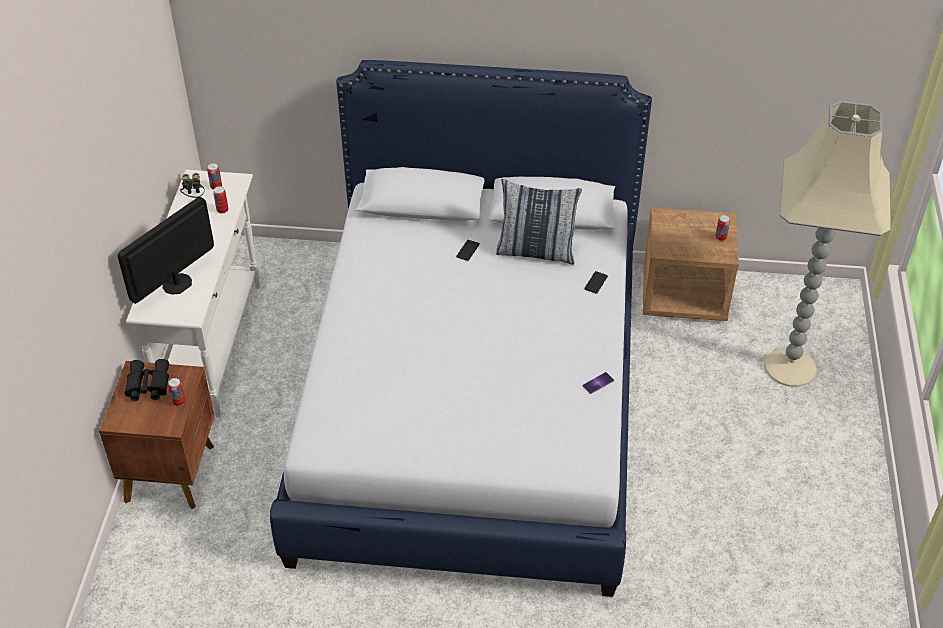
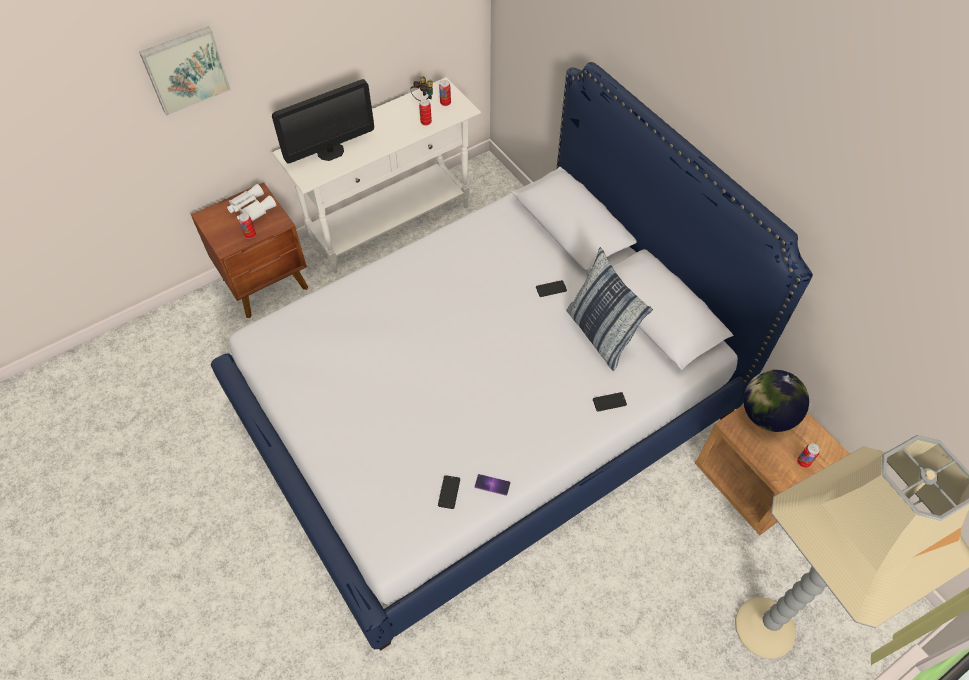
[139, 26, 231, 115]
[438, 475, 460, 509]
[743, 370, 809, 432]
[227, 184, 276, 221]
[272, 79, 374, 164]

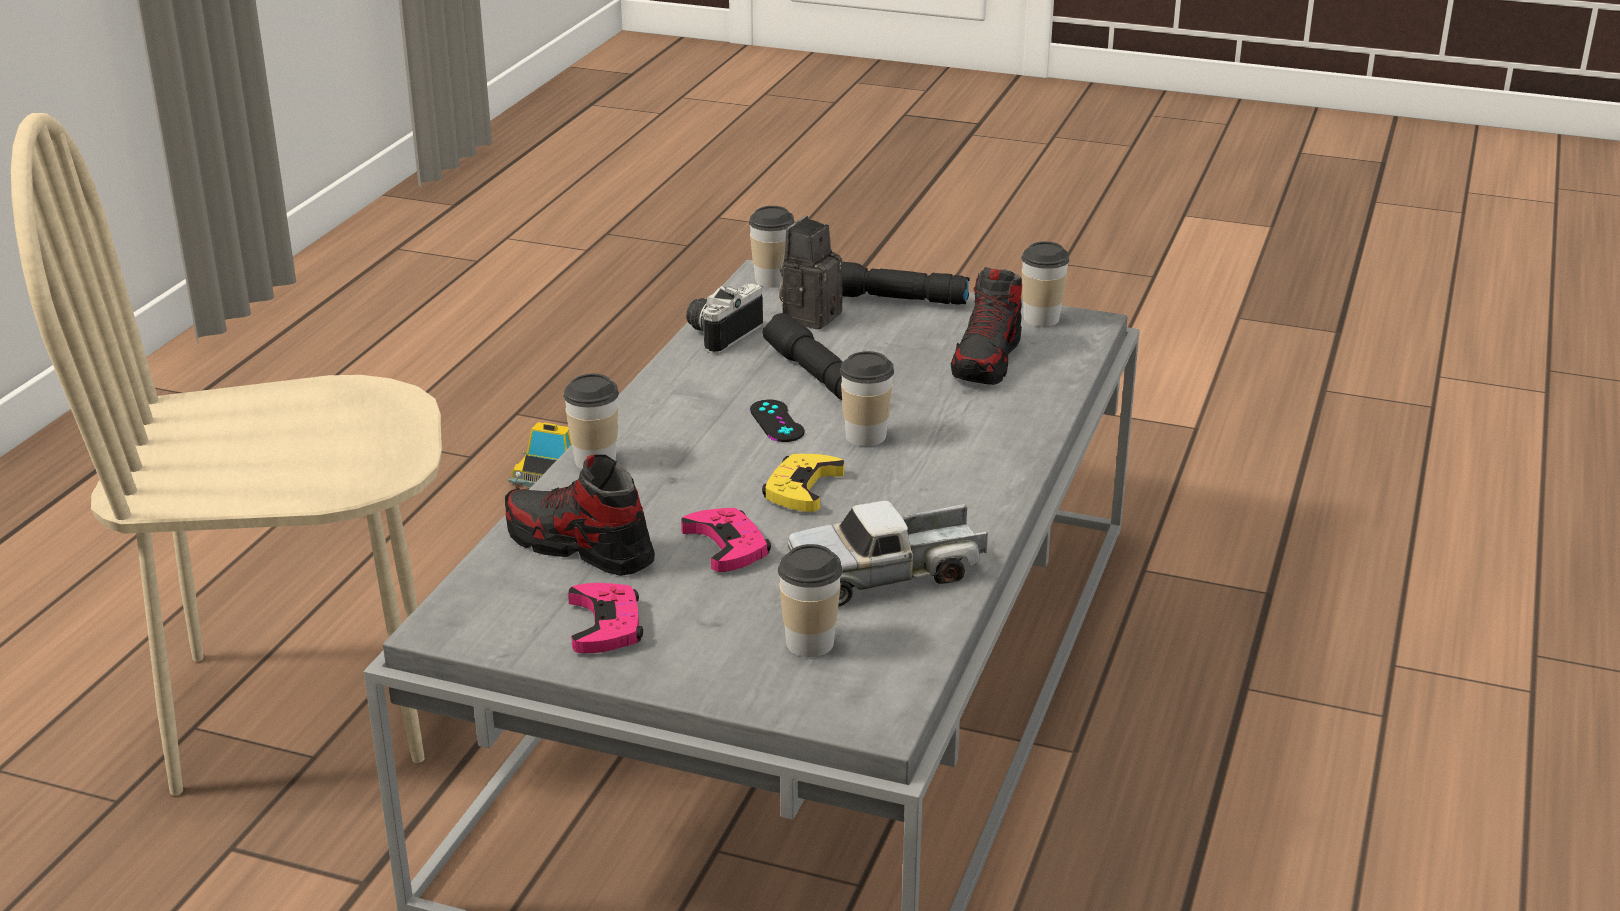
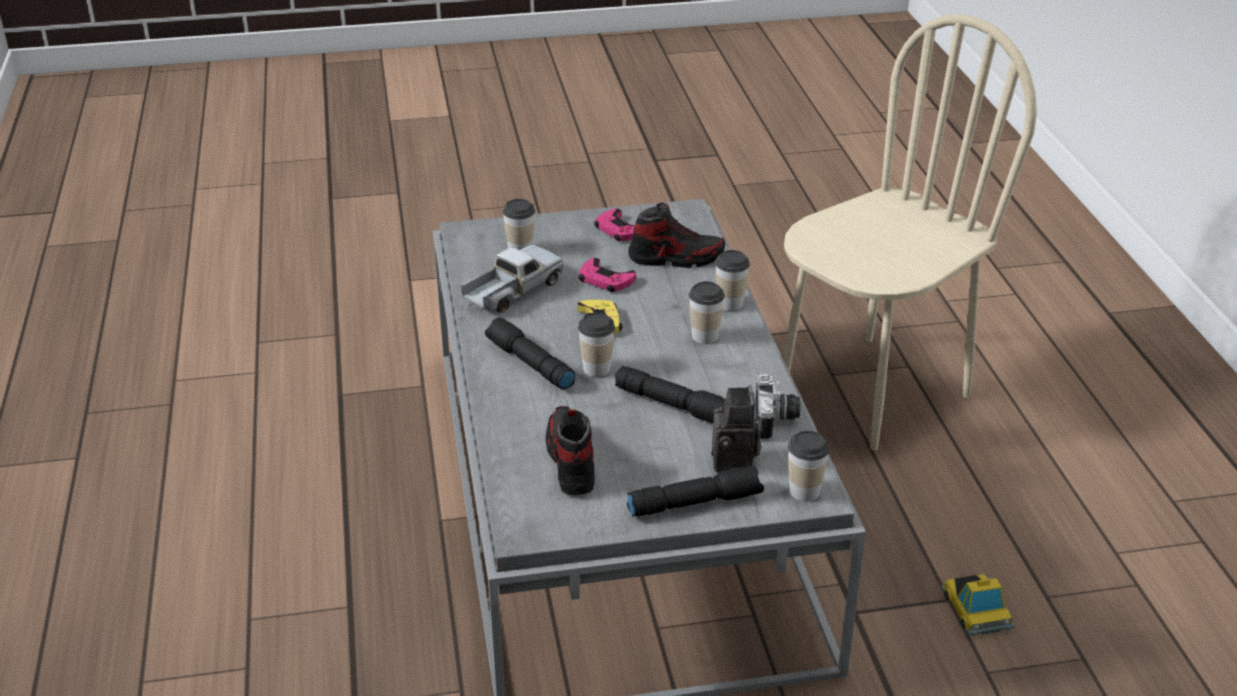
[750, 400, 804, 442] (first image)
[485, 318, 575, 390]
[689, 281, 725, 344]

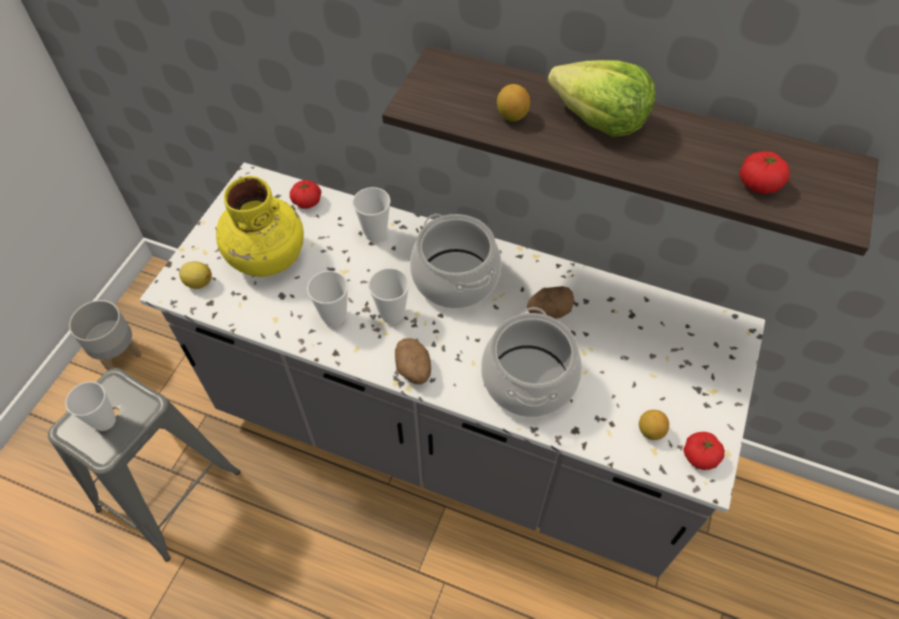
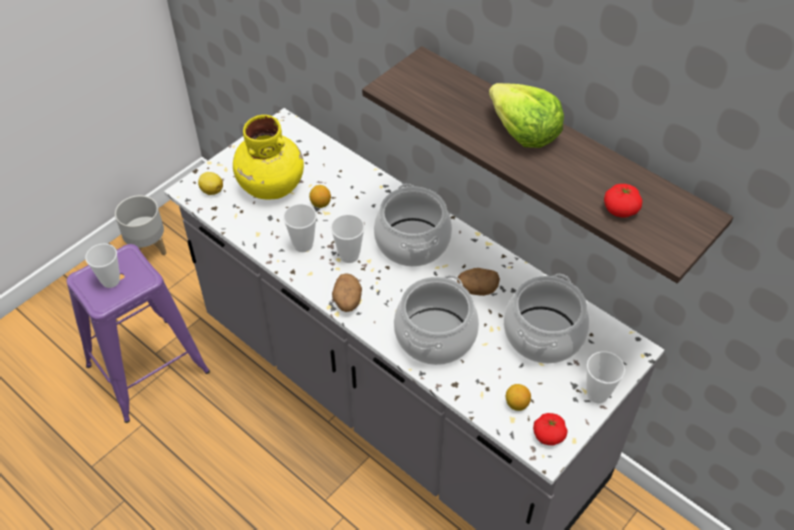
[290, 180, 321, 209] (first image)
[504, 274, 590, 364]
[586, 351, 625, 403]
[309, 185, 331, 208]
[67, 244, 210, 423]

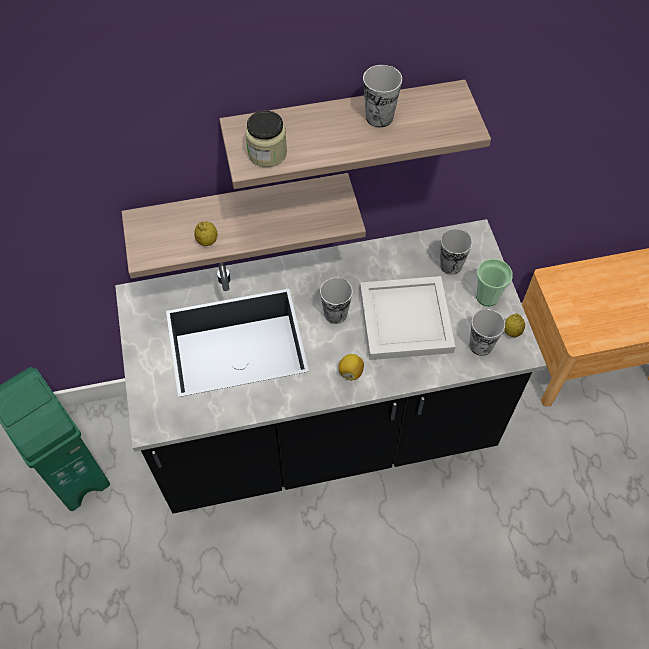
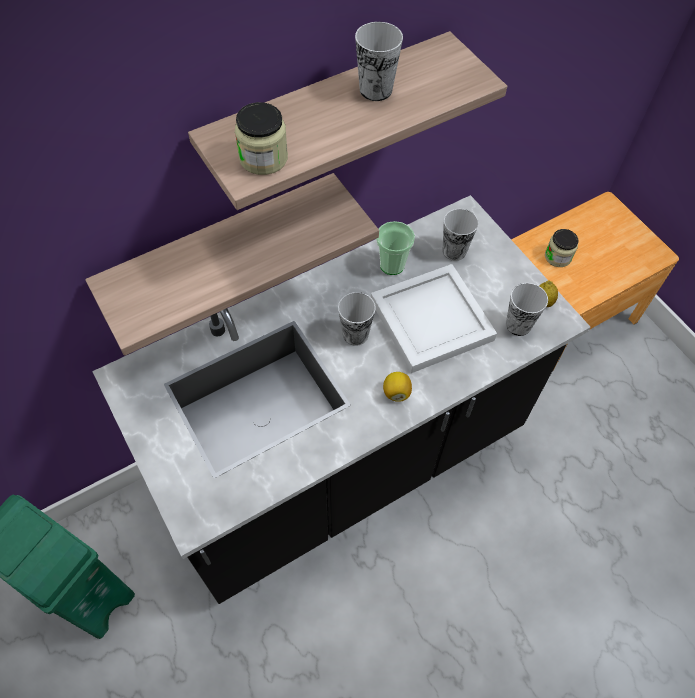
[194, 221, 218, 246] (first image)
[545, 229, 579, 267]
[376, 221, 415, 275]

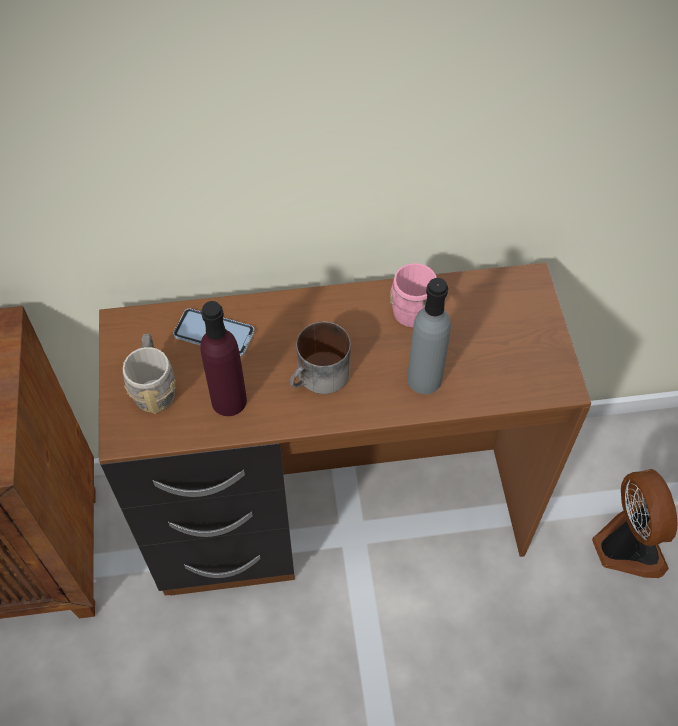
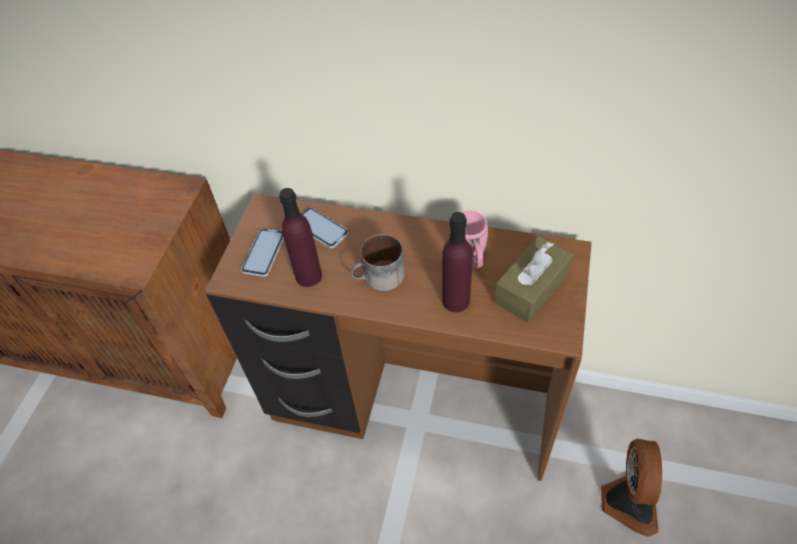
[494, 236, 573, 323]
[241, 228, 284, 277]
[442, 212, 472, 312]

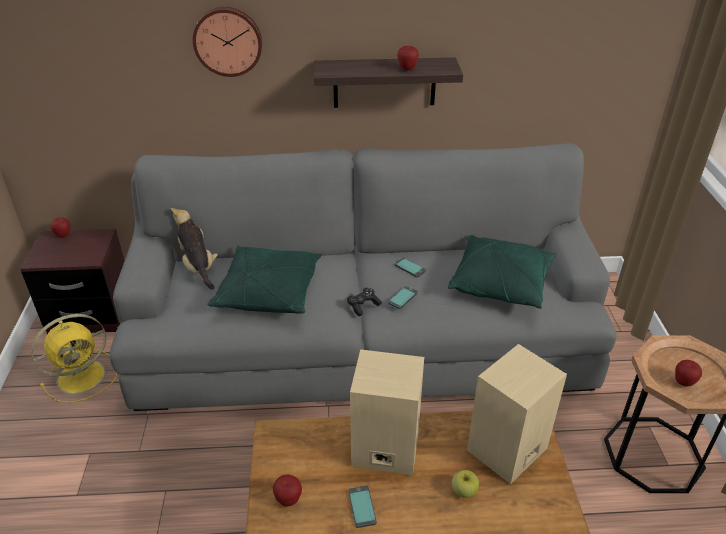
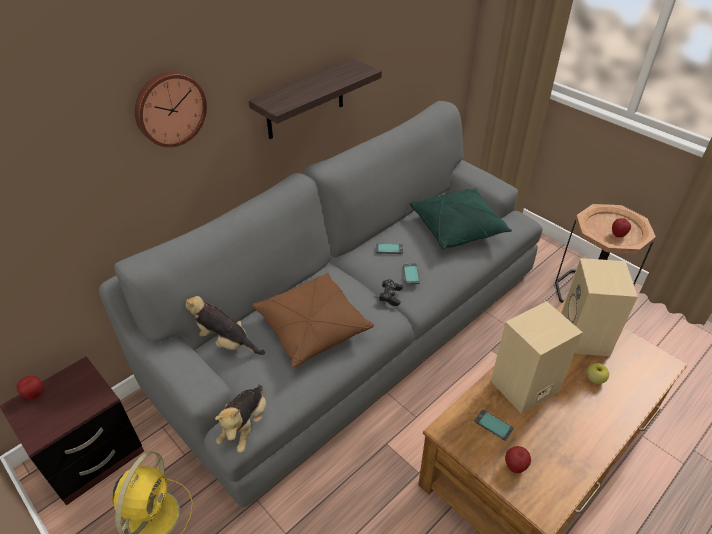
[397, 46, 419, 70] (first image)
[215, 385, 266, 453]
[474, 410, 514, 441]
[252, 273, 374, 368]

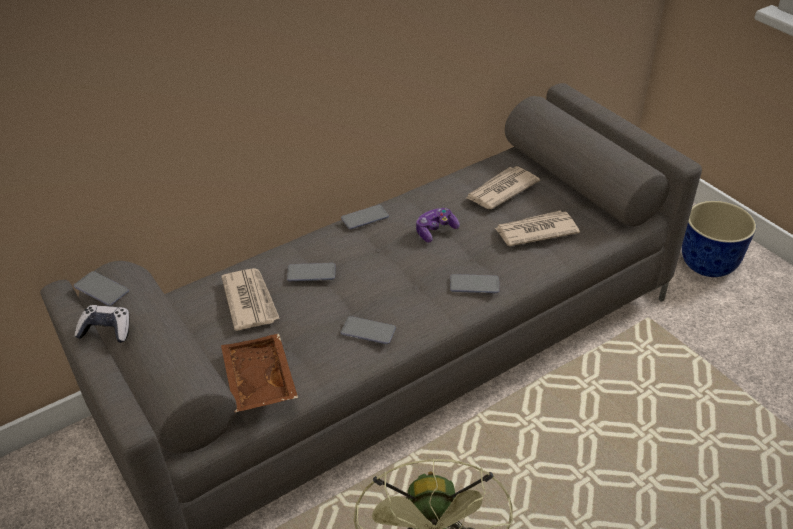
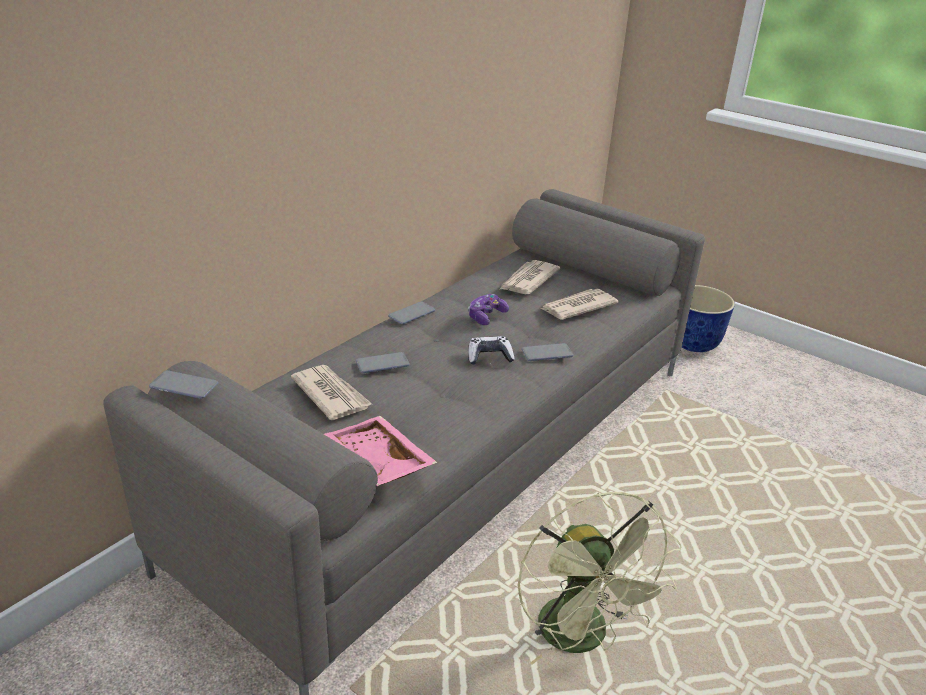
[340, 316, 396, 344] (first image)
[468, 336, 515, 365]
[324, 416, 438, 486]

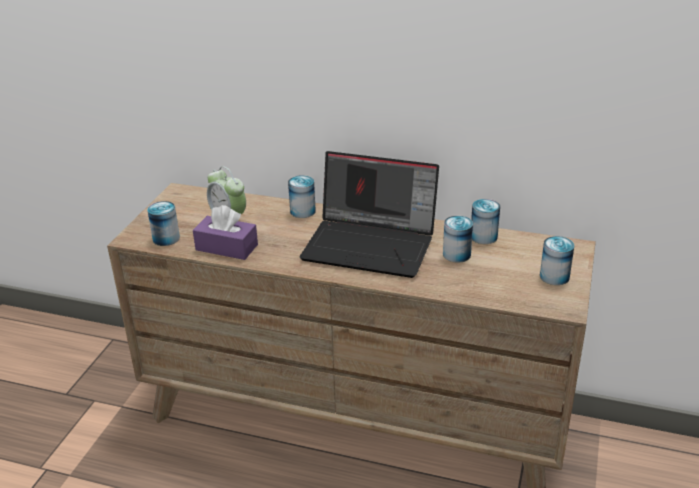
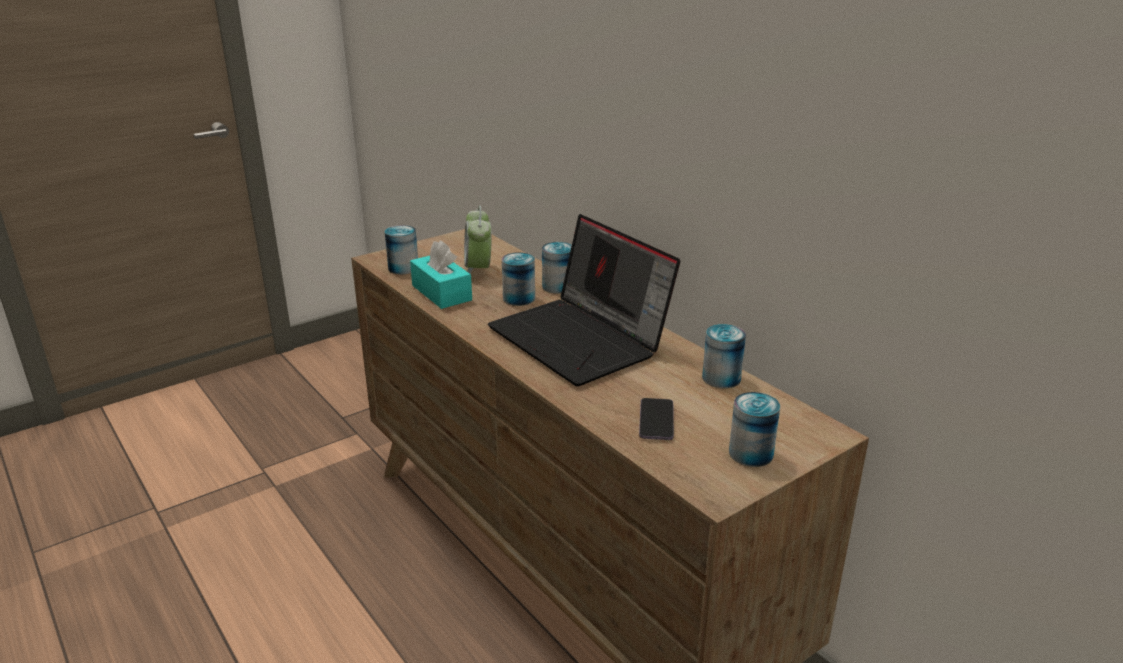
[639, 398, 674, 440]
[502, 252, 535, 306]
[410, 240, 472, 309]

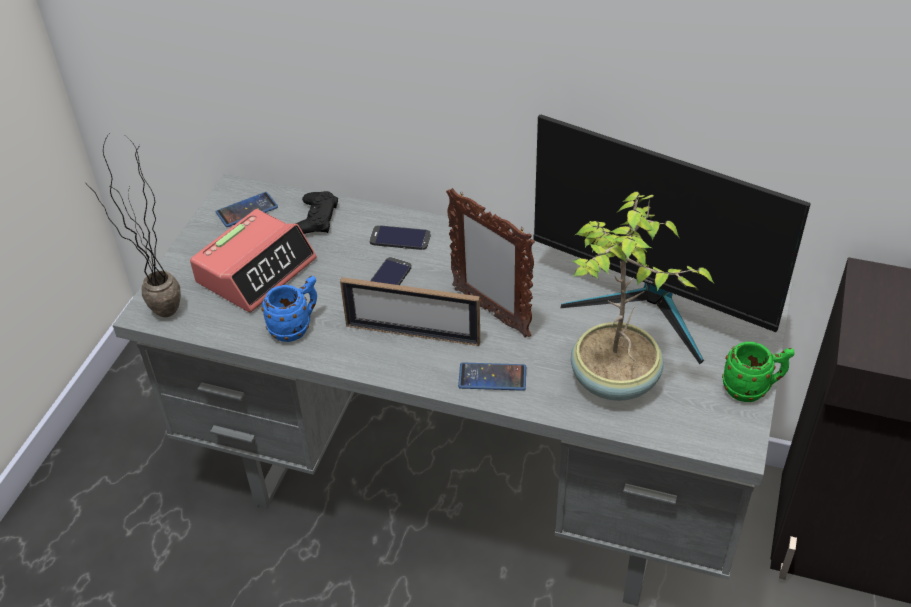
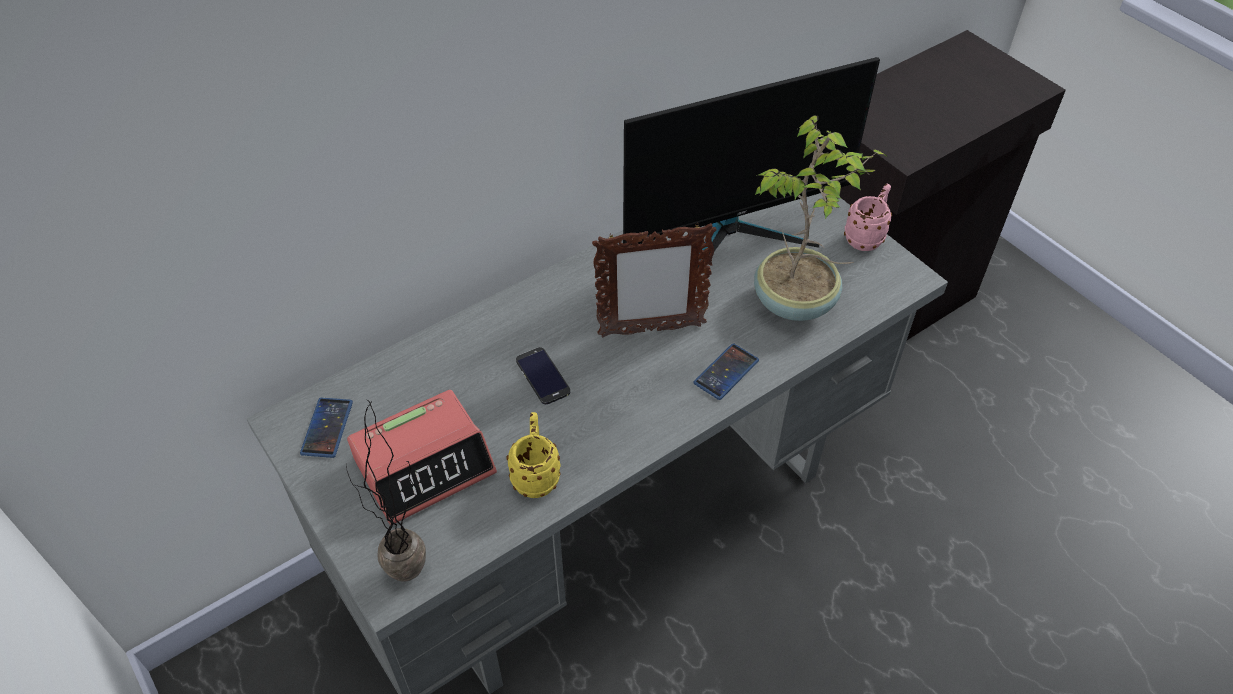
[296, 191, 338, 234] (first image)
[340, 277, 480, 346] (first image)
[369, 225, 431, 250] (first image)
[506, 412, 561, 498]
[844, 184, 892, 251]
[347, 390, 497, 525]

